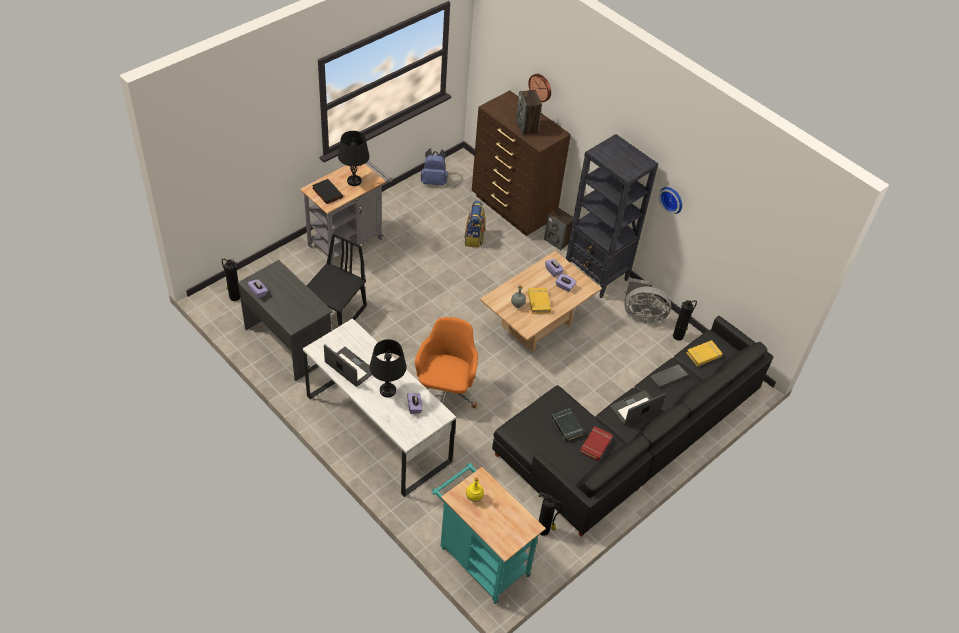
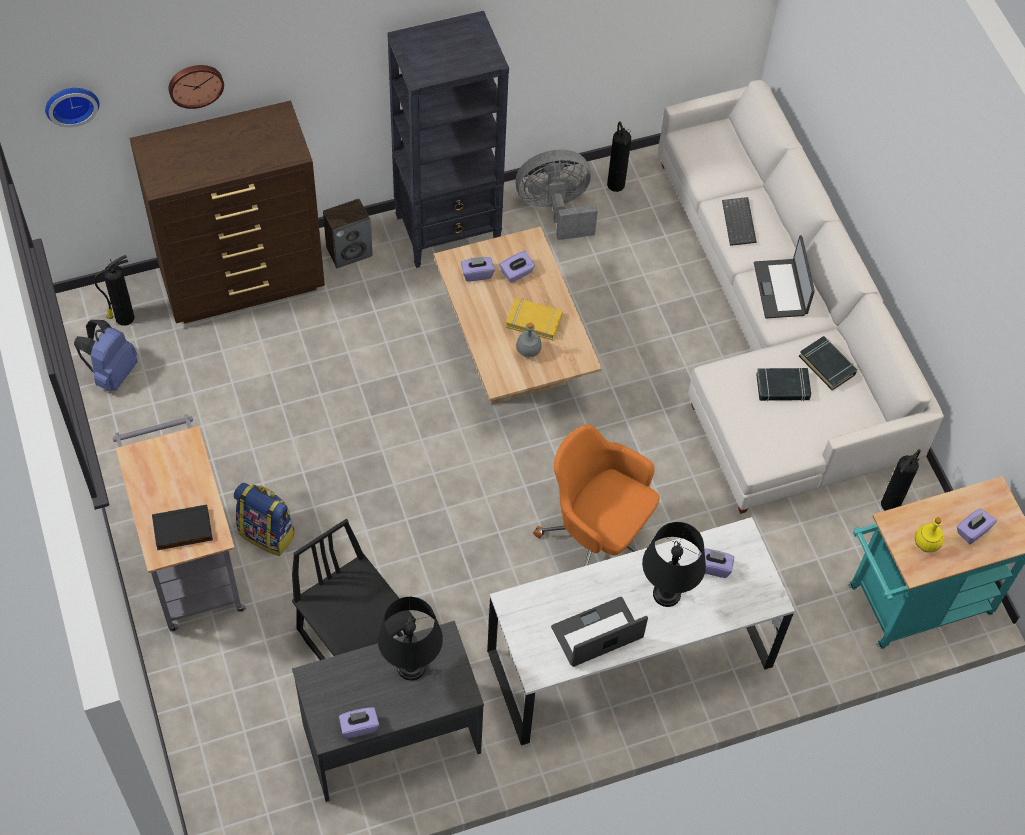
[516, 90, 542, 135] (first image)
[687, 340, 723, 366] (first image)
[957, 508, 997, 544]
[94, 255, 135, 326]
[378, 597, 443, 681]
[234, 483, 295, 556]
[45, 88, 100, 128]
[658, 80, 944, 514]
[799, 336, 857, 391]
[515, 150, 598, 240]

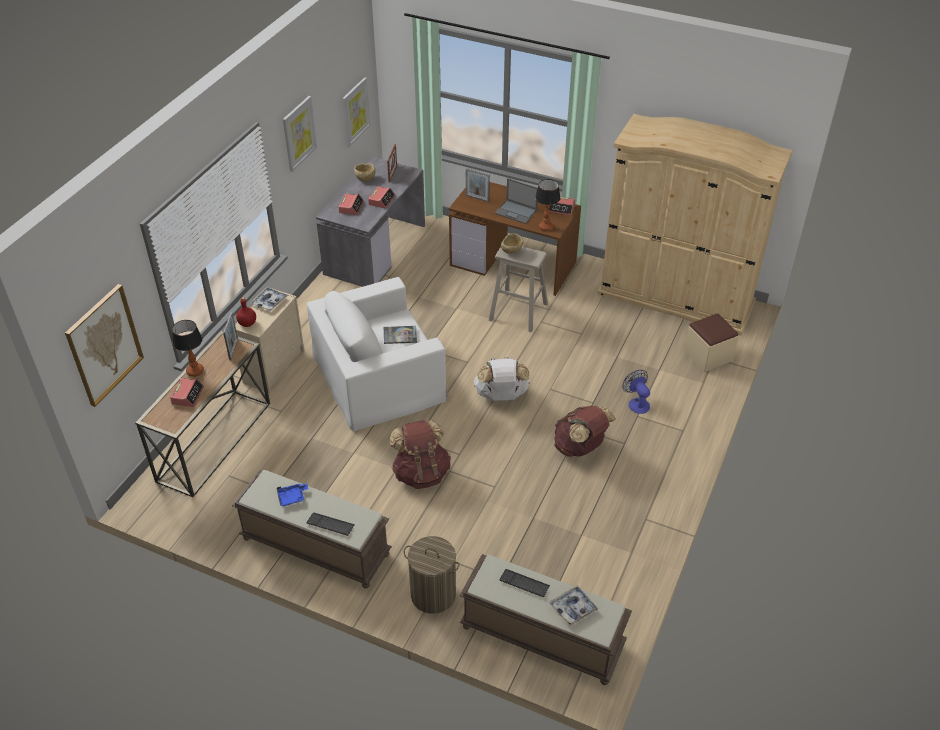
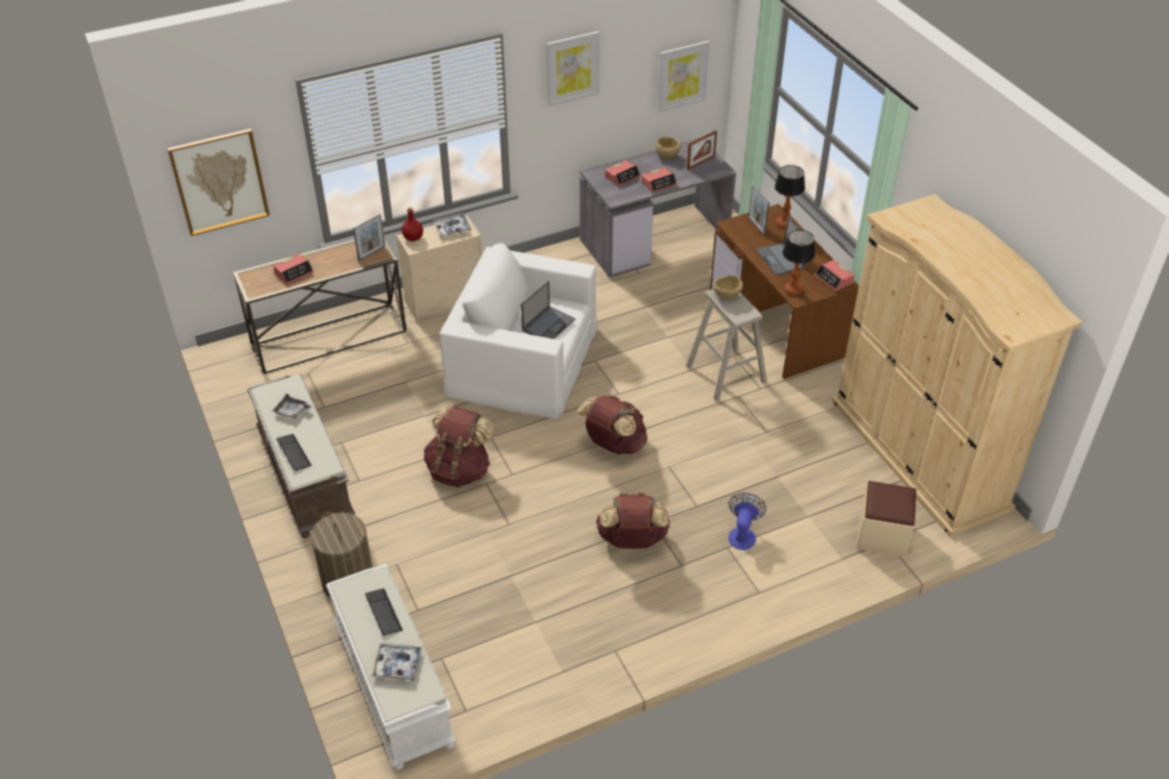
[774, 165, 805, 228]
[521, 281, 576, 339]
[272, 394, 312, 419]
[326, 563, 456, 770]
[578, 395, 648, 455]

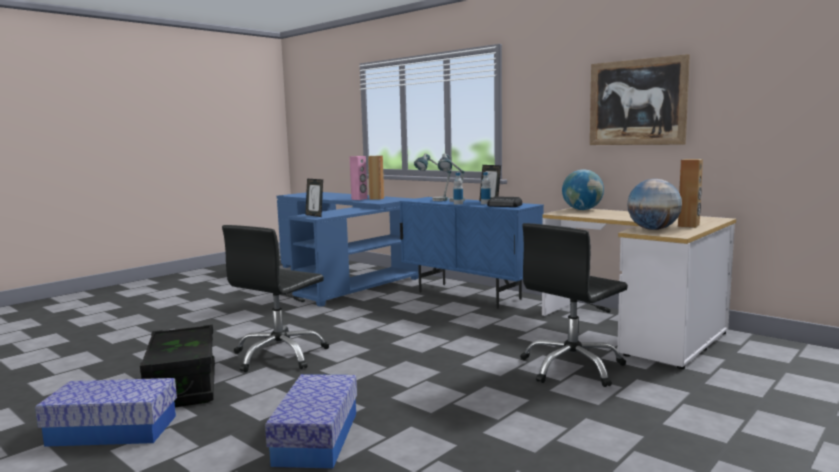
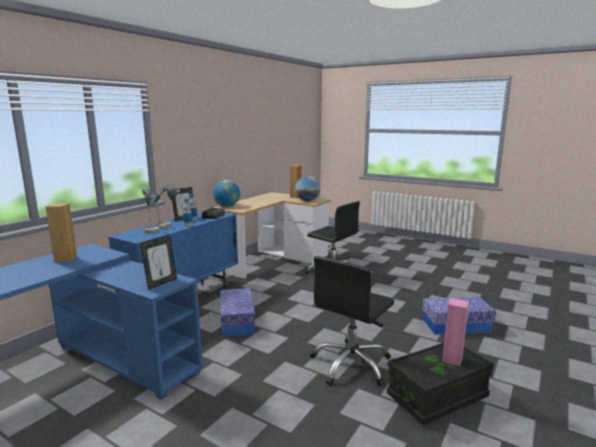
[590, 54, 690, 145] (first image)
[220, 288, 255, 337]
[442, 298, 469, 366]
[310, 256, 394, 386]

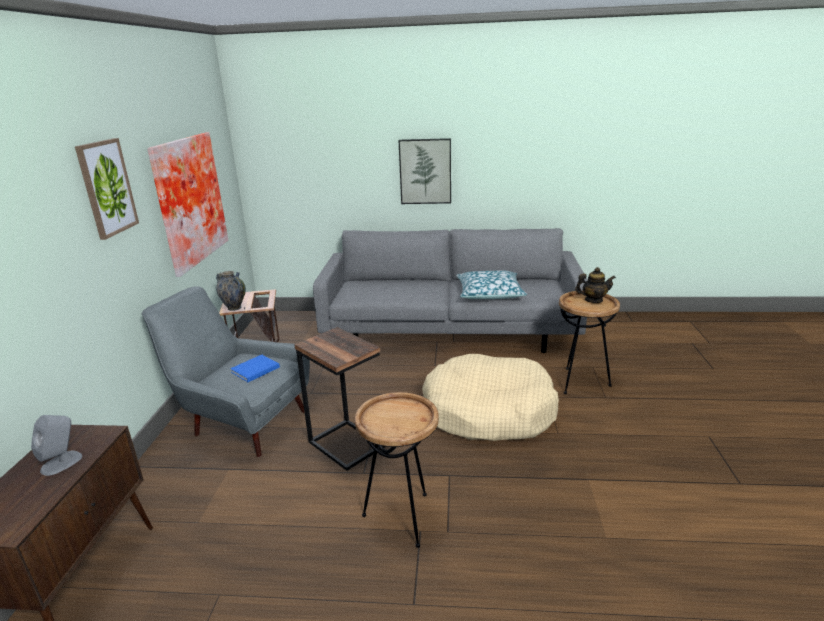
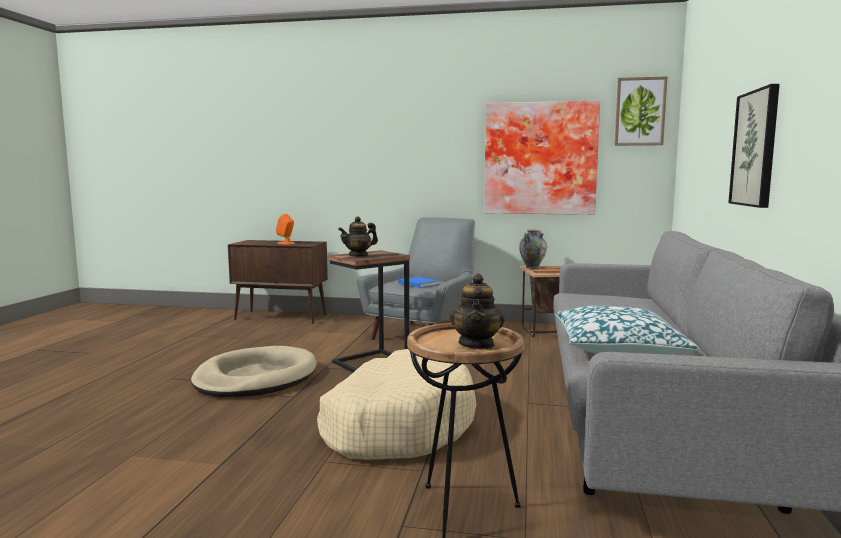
[338, 216, 378, 257]
[615, 76, 668, 146]
[191, 346, 317, 397]
[276, 214, 295, 244]

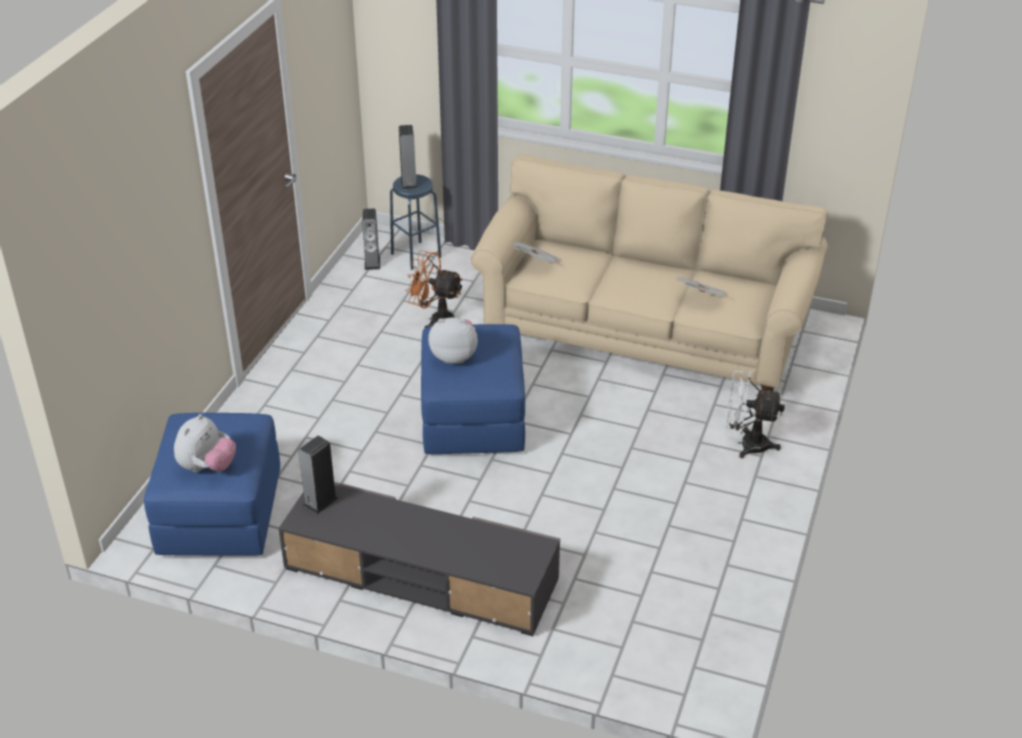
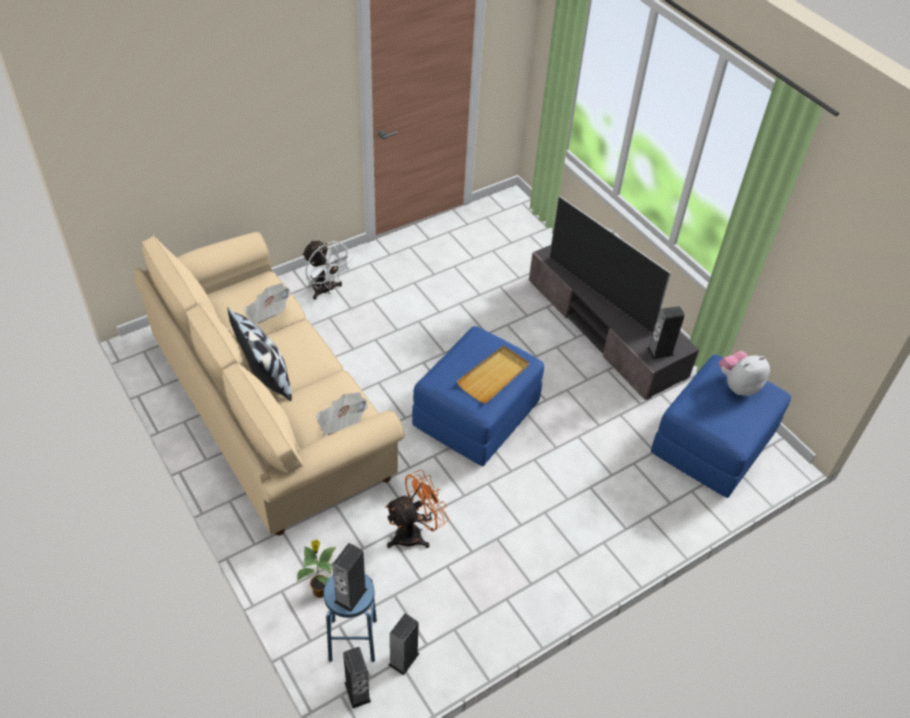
[227, 308, 292, 401]
[297, 539, 337, 598]
[343, 647, 371, 708]
[549, 196, 671, 334]
[457, 345, 529, 403]
[385, 469, 449, 548]

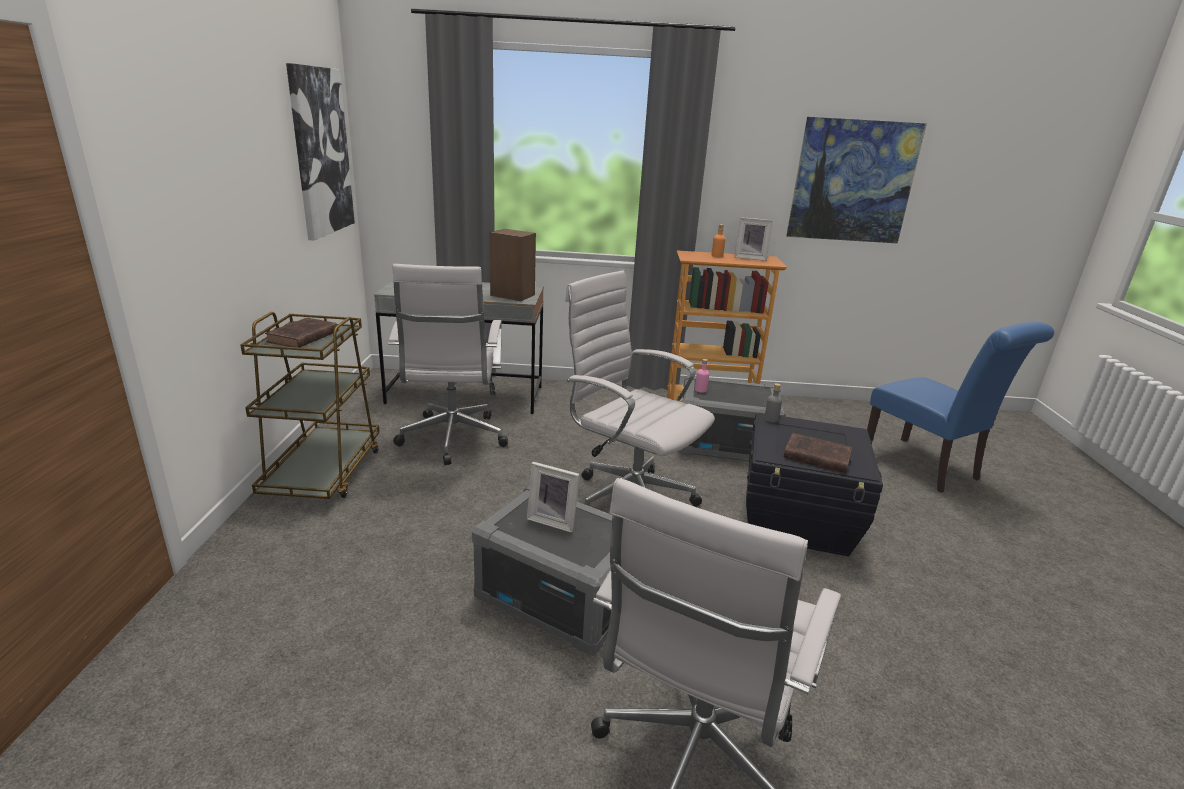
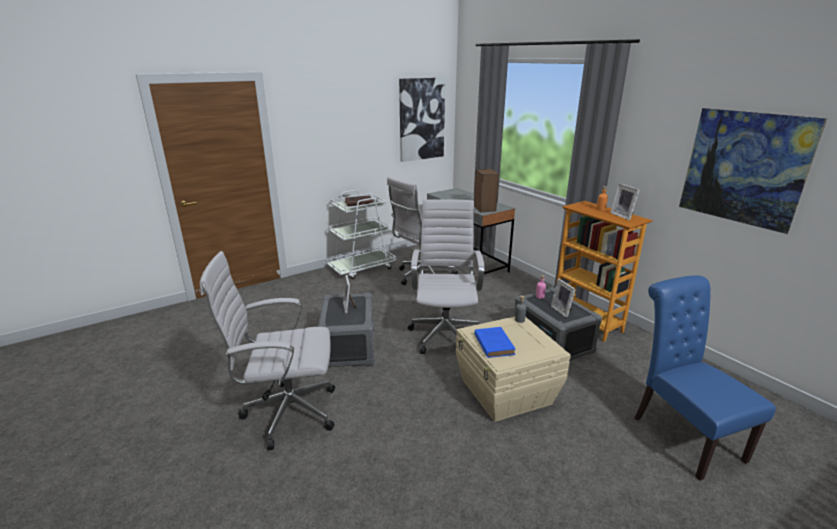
[551, 279, 576, 318]
[326, 190, 396, 279]
[456, 316, 571, 422]
[474, 327, 516, 358]
[634, 275, 776, 481]

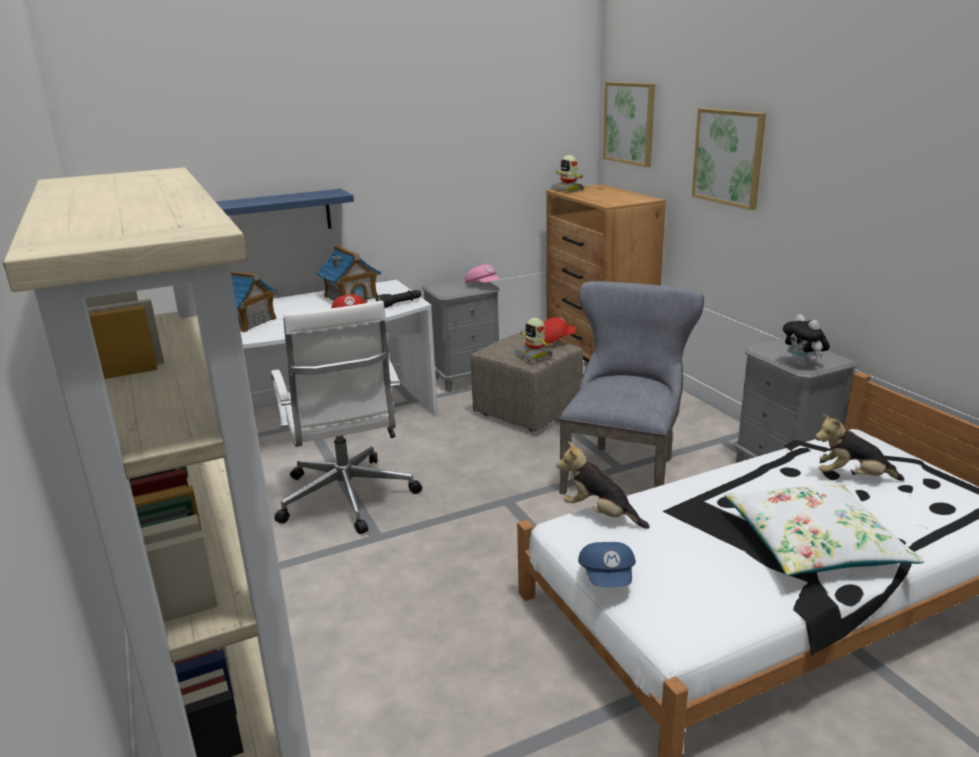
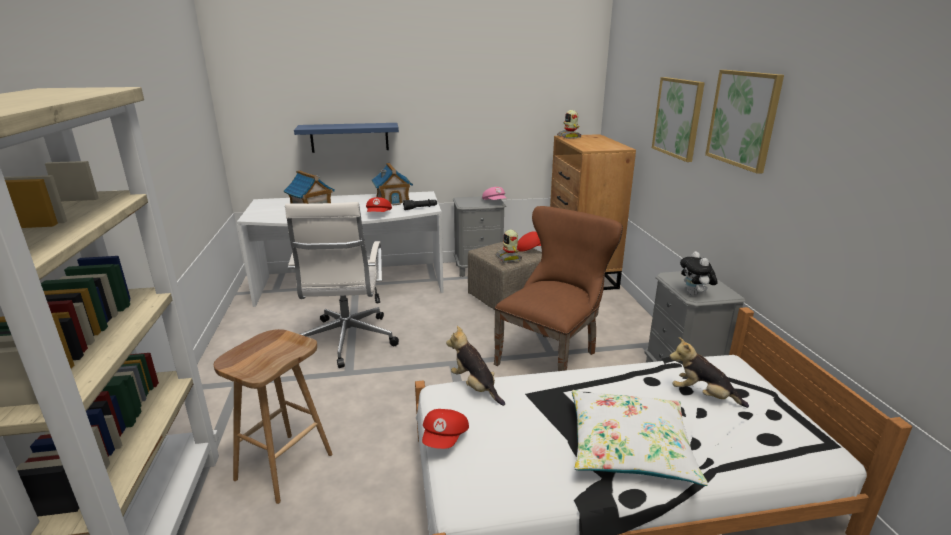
[214, 329, 332, 504]
[705, 70, 784, 174]
[494, 206, 623, 371]
[422, 409, 469, 449]

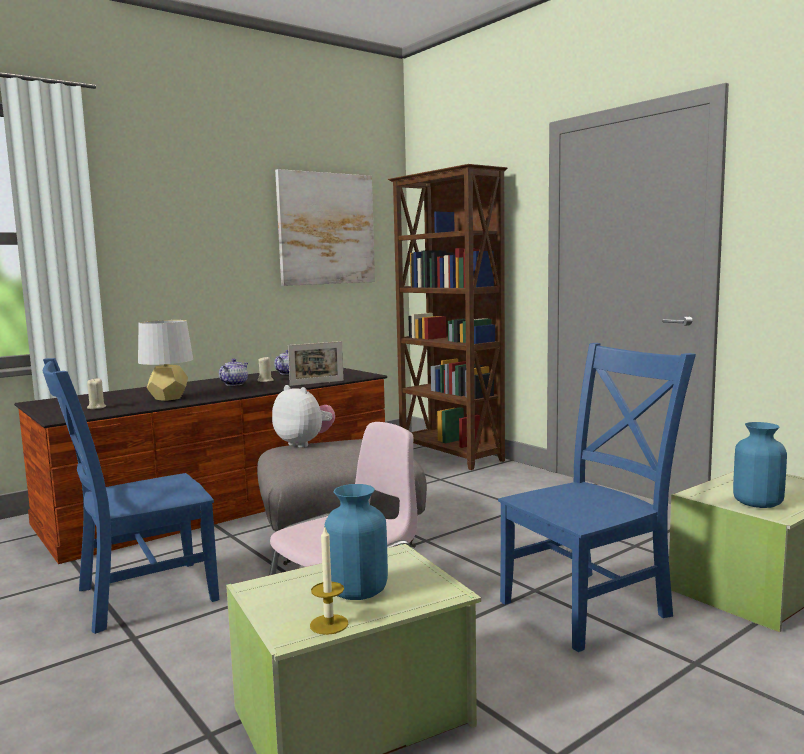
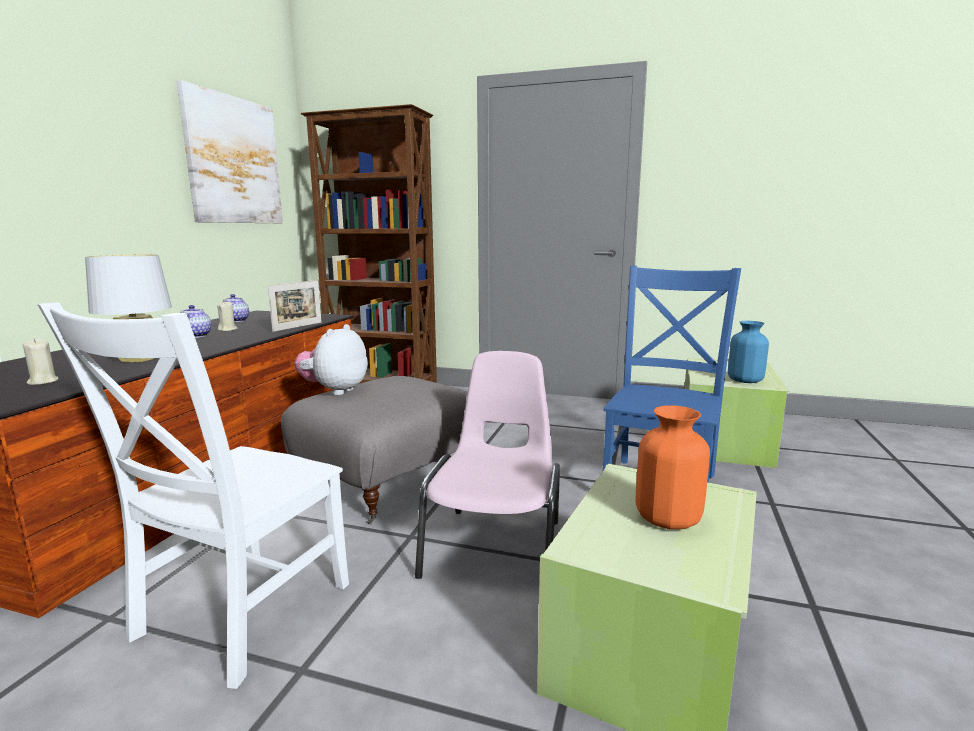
[310, 525, 348, 635] (first image)
[37, 302, 349, 689]
[635, 406, 710, 529]
[294, 324, 368, 395]

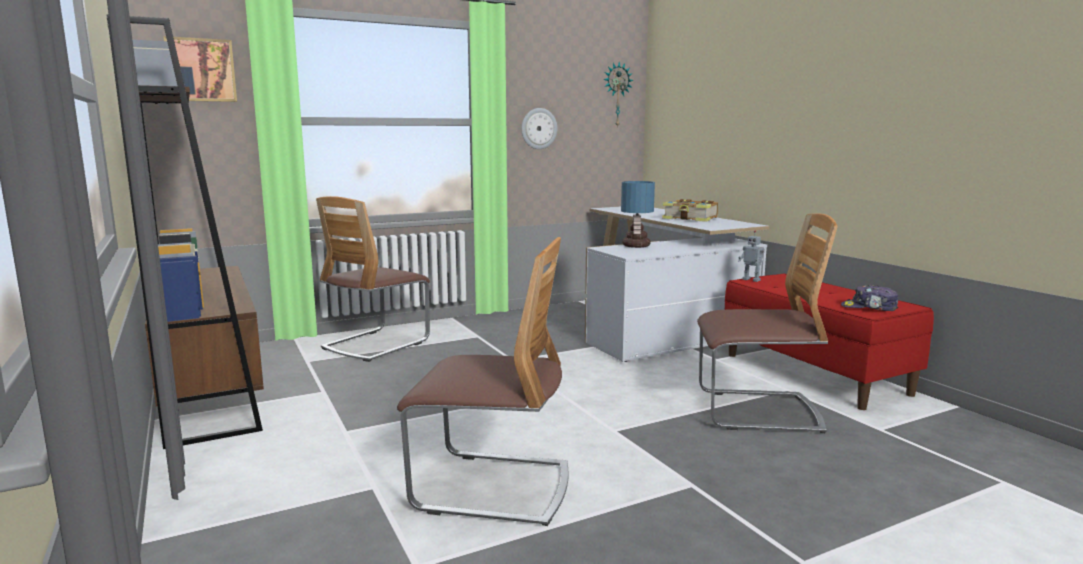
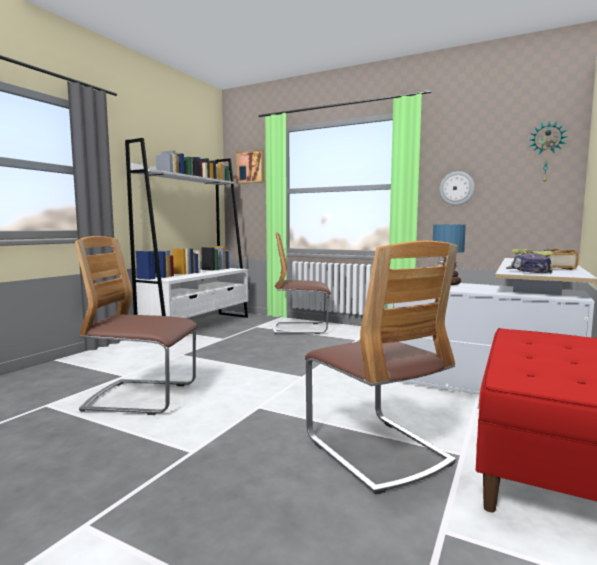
[738, 231, 765, 282] (first image)
[506, 252, 553, 274]
[125, 138, 248, 318]
[75, 236, 197, 415]

